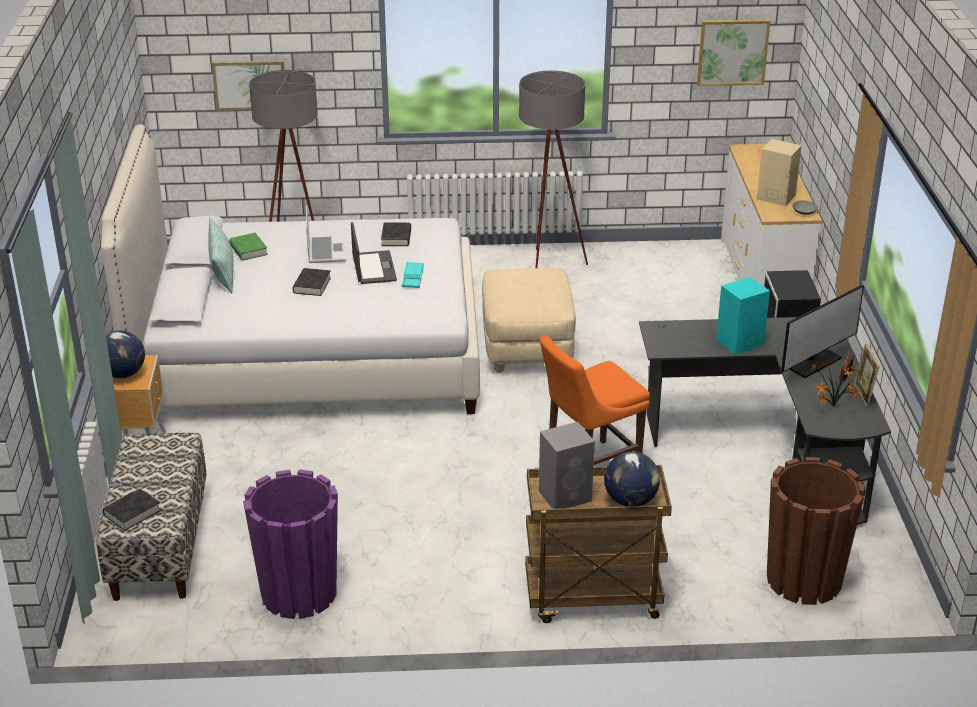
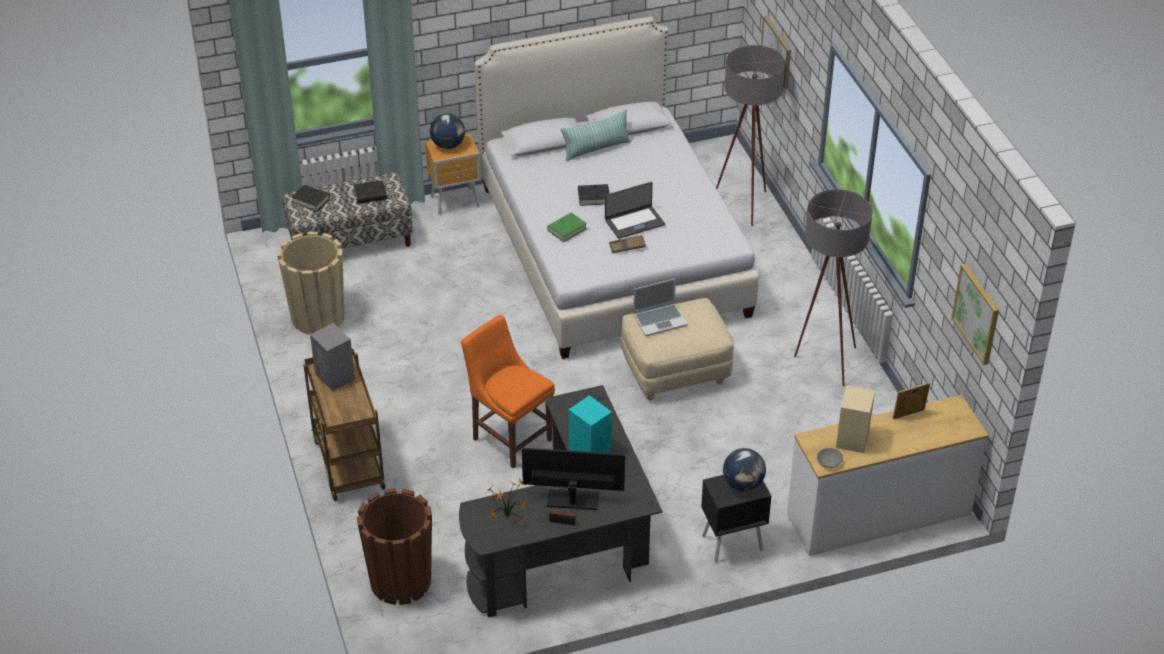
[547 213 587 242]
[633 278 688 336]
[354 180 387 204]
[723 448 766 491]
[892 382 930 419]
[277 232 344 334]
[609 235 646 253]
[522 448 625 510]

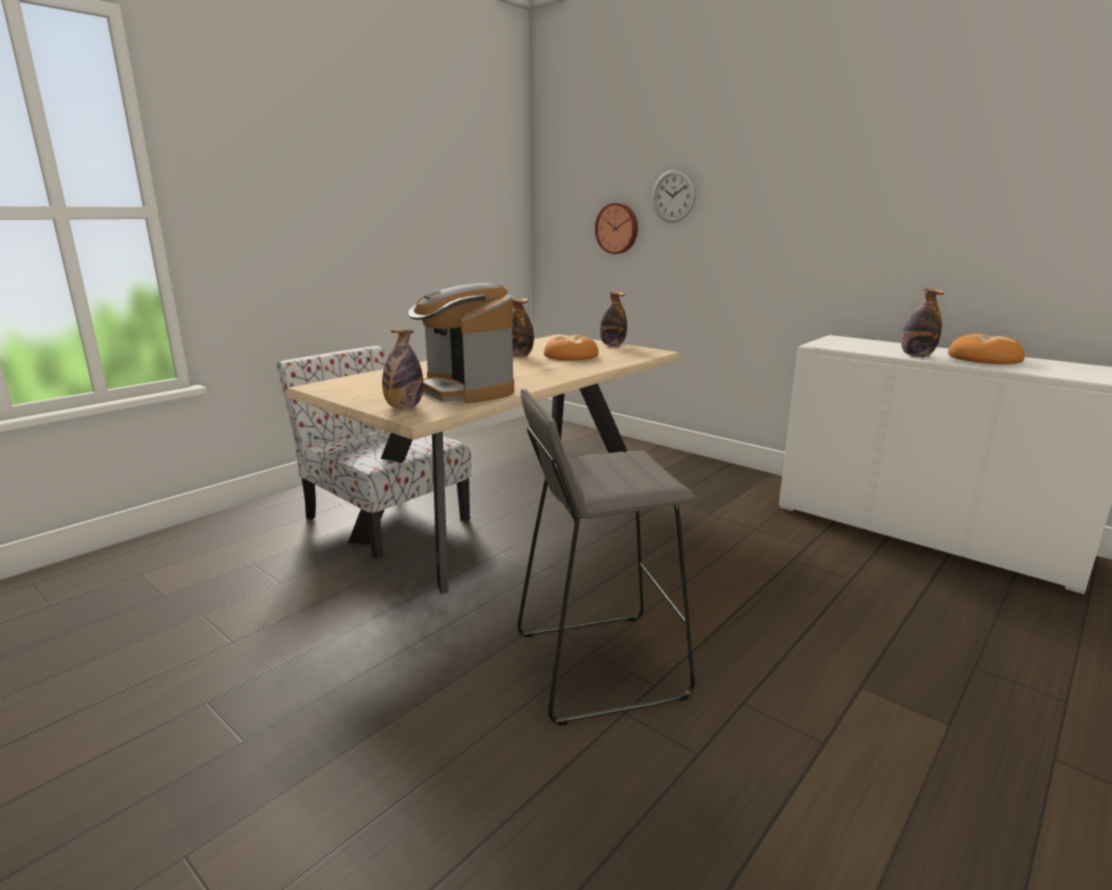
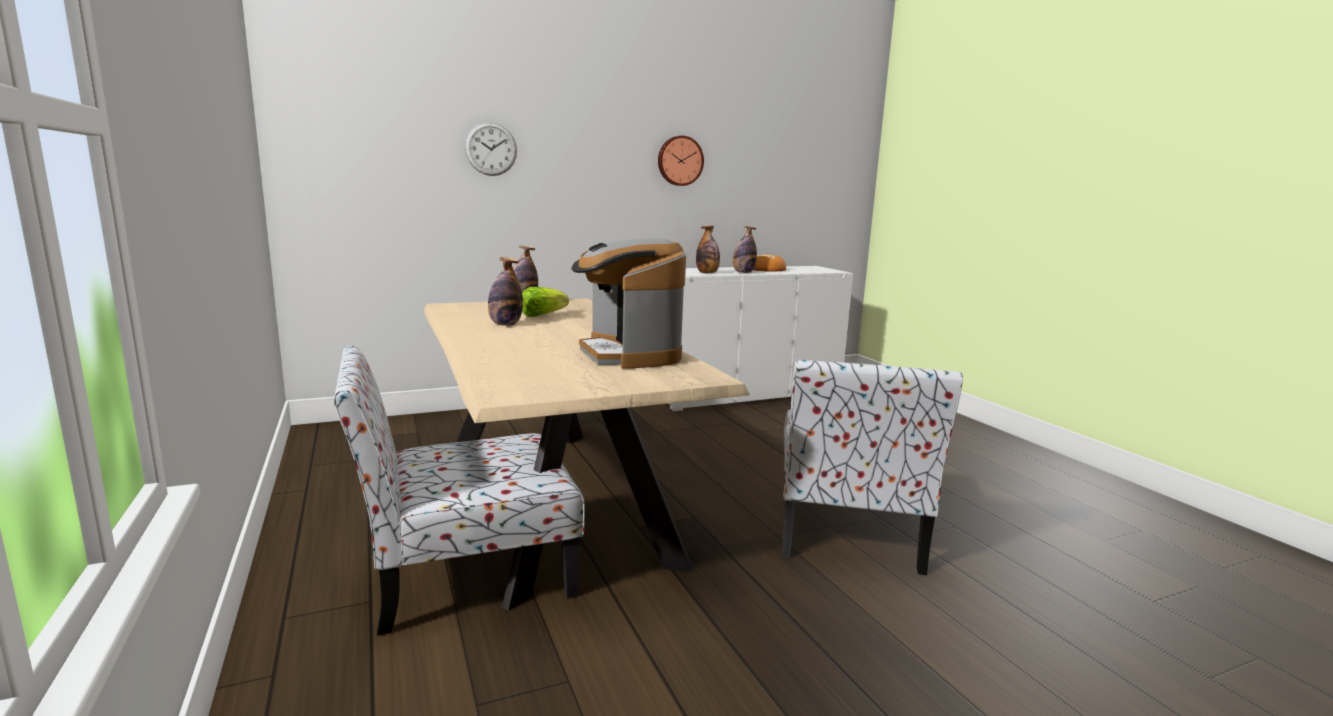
[696 226 720 273]
[658 136 704 186]
[782 359 963 575]
[522 287 569 317]
[571 238 686 369]

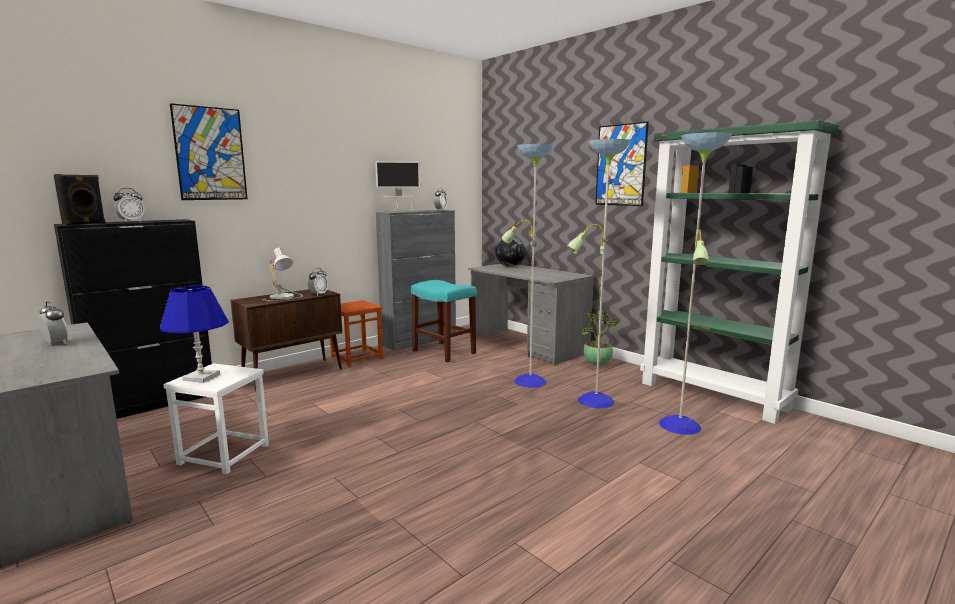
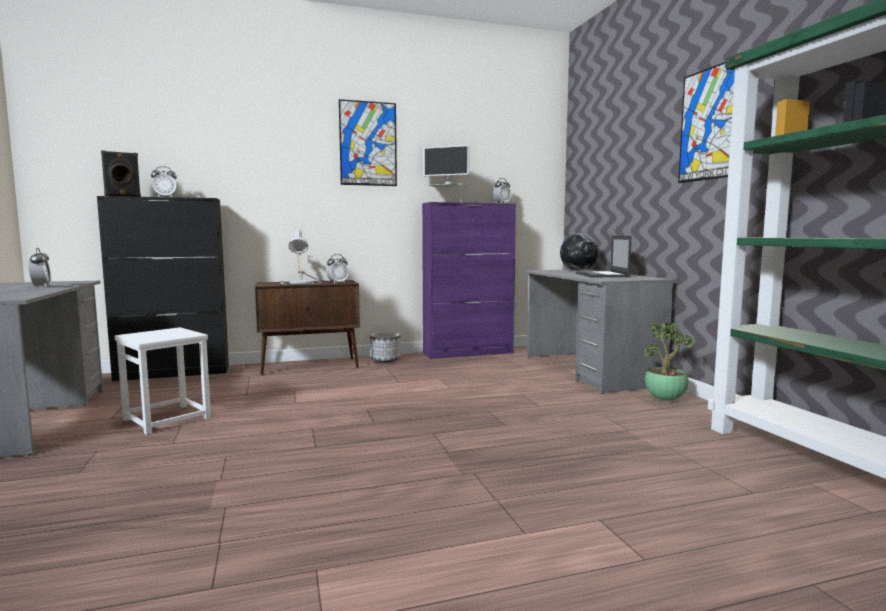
[160 286 229 383] (first image)
[411 280 477 363] (first image)
[502 132 732 435] (first image)
[576 236 631 277]
[339 99 397 186]
[370 332 401 362]
[422 202 516 359]

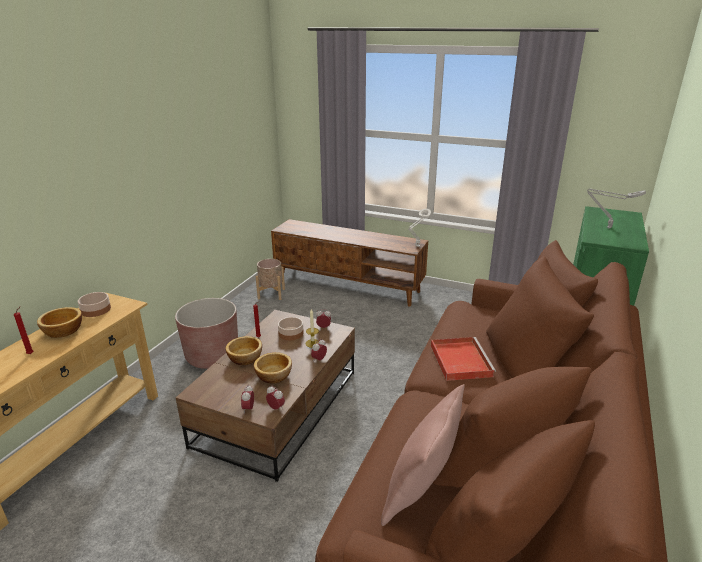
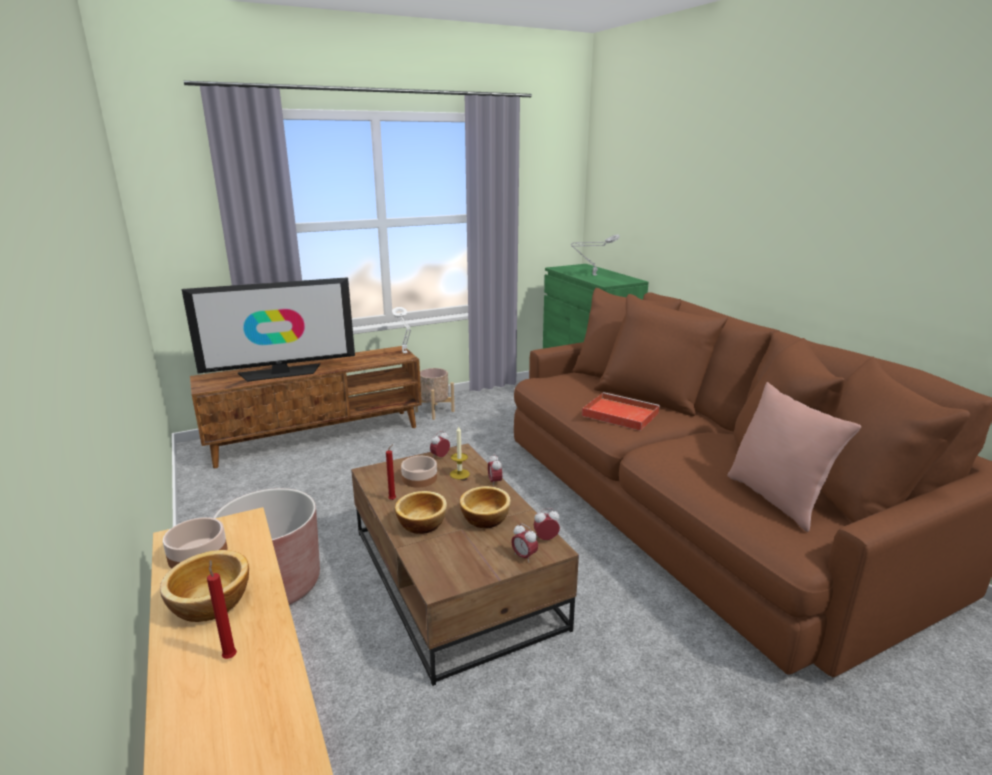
[182 277 355 382]
[415 368 455 420]

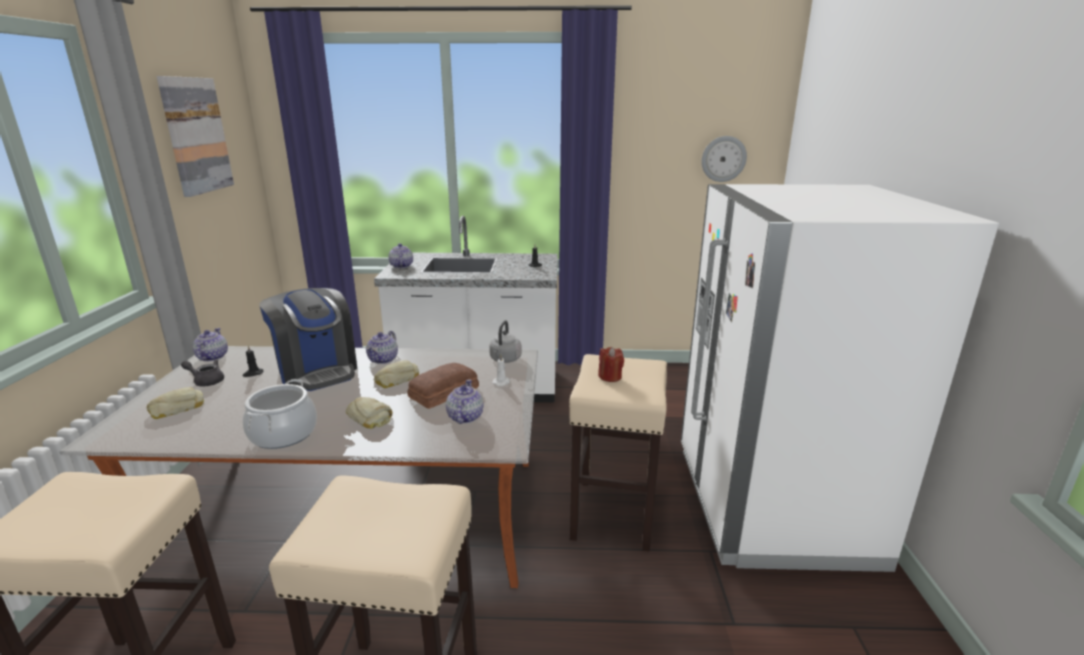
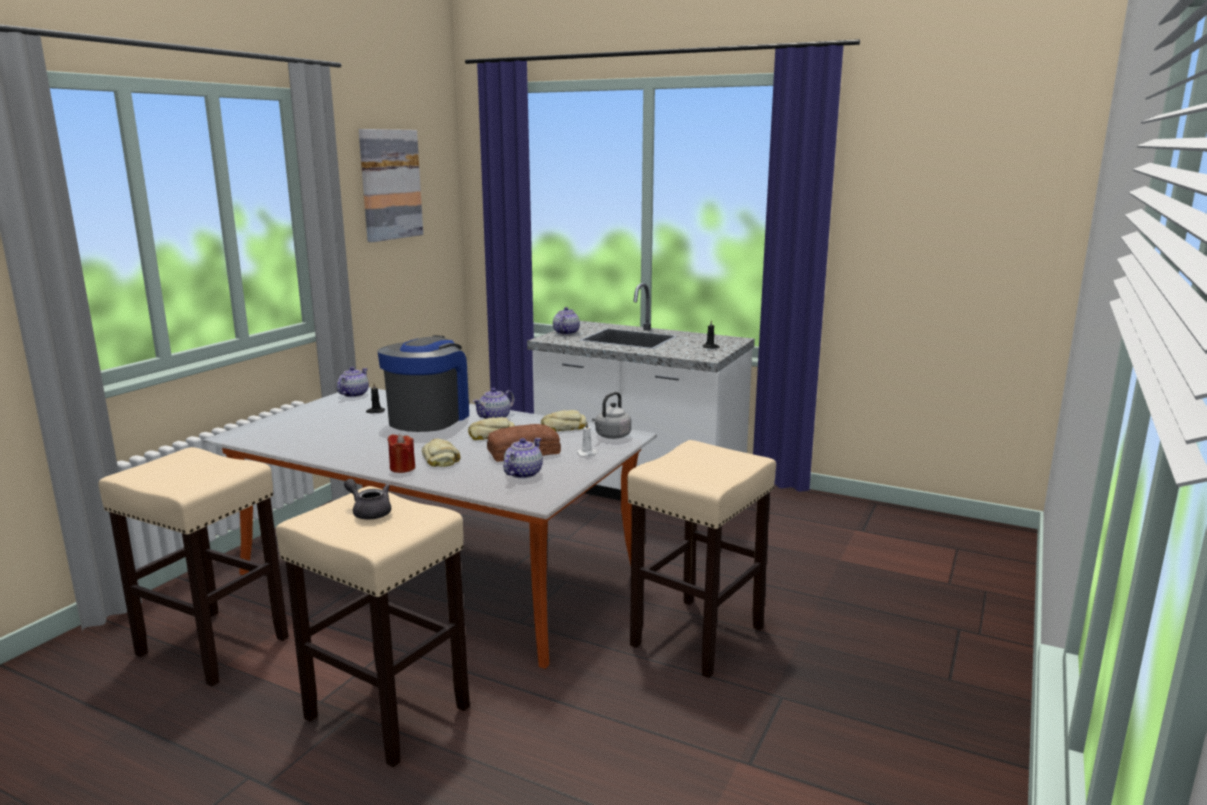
[242 379 317 449] (first image)
[681 184 999 572] (first image)
[701 136 747 182] (first image)
[541 410 586 431]
[344 479 391 519]
[388 434 415 473]
[377 335 469 432]

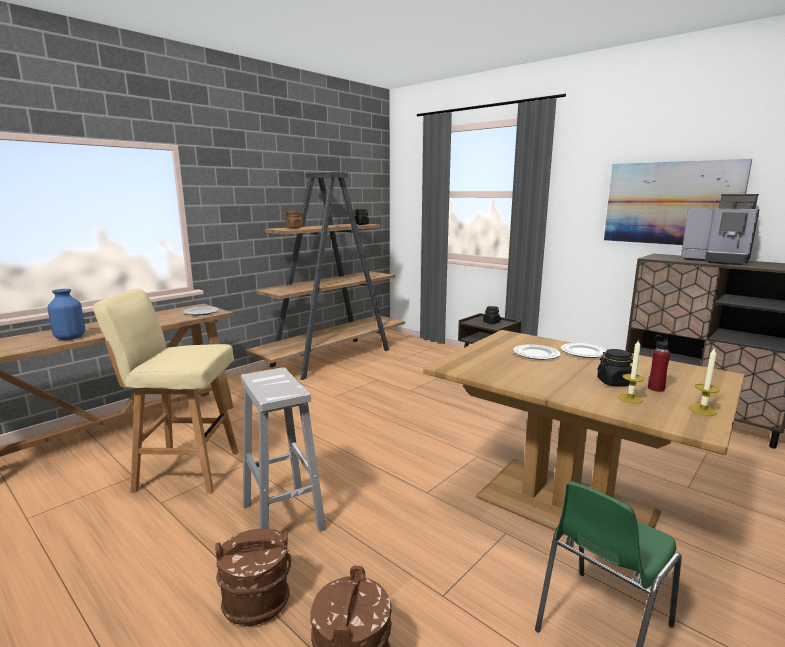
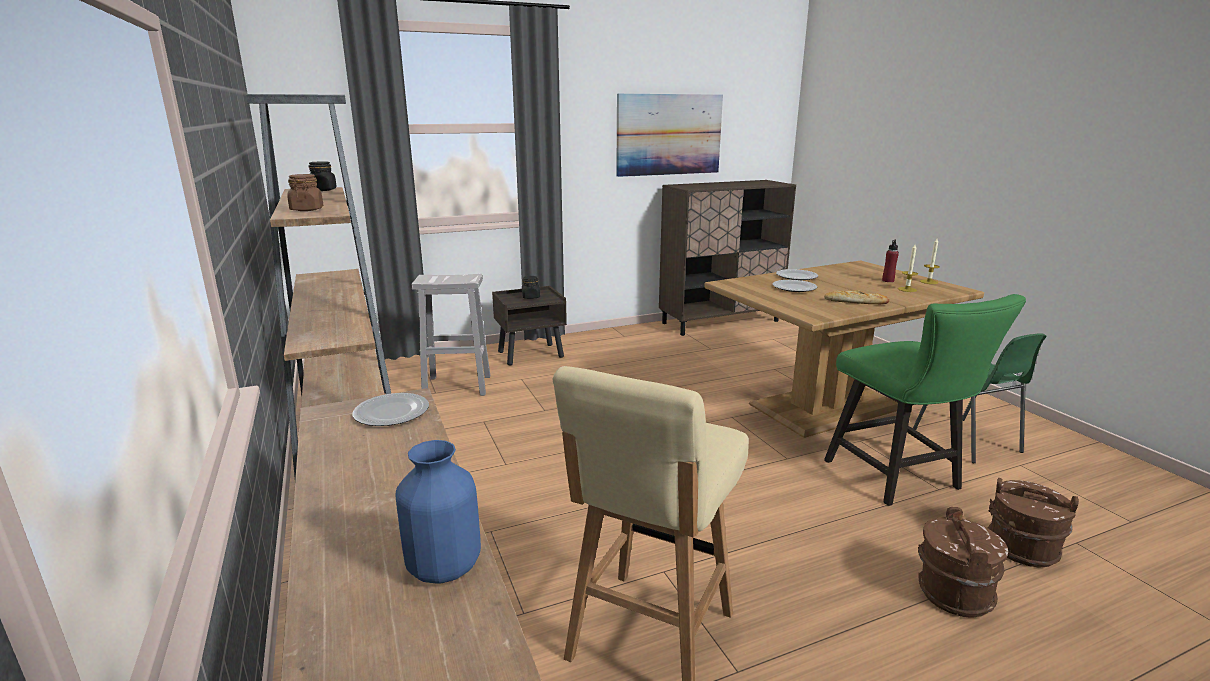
[597 349 634 386] (first image)
[681 194 760 265] (first image)
[824 290 889 304]
[824 294 1026 506]
[412 274 490 396]

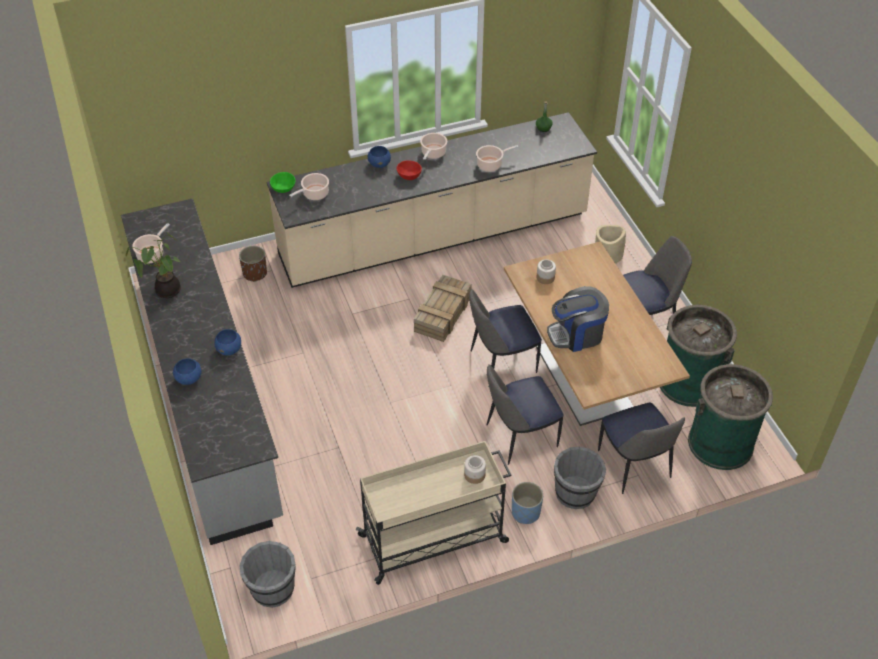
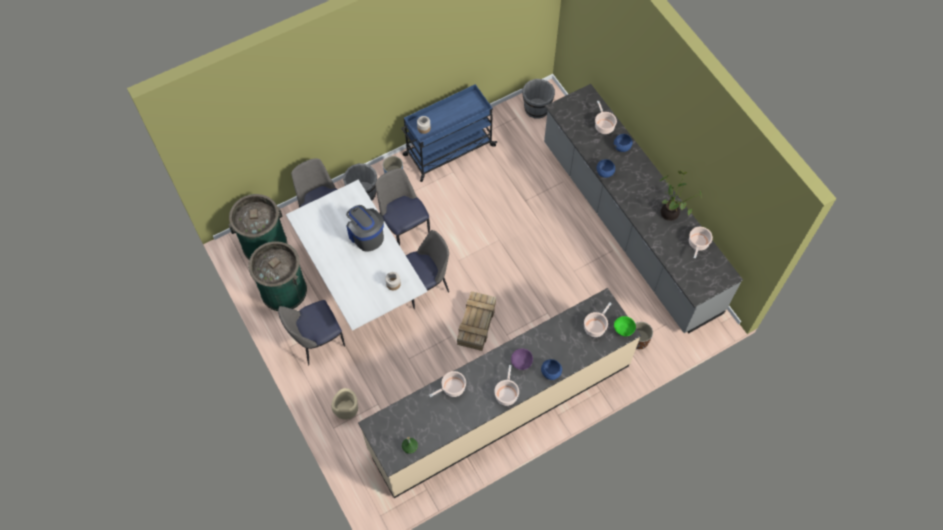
[595 101 617 134]
[401 84 497 182]
[511 348 533 370]
[286 179 427 331]
[375 168 430 246]
[346 205 384 252]

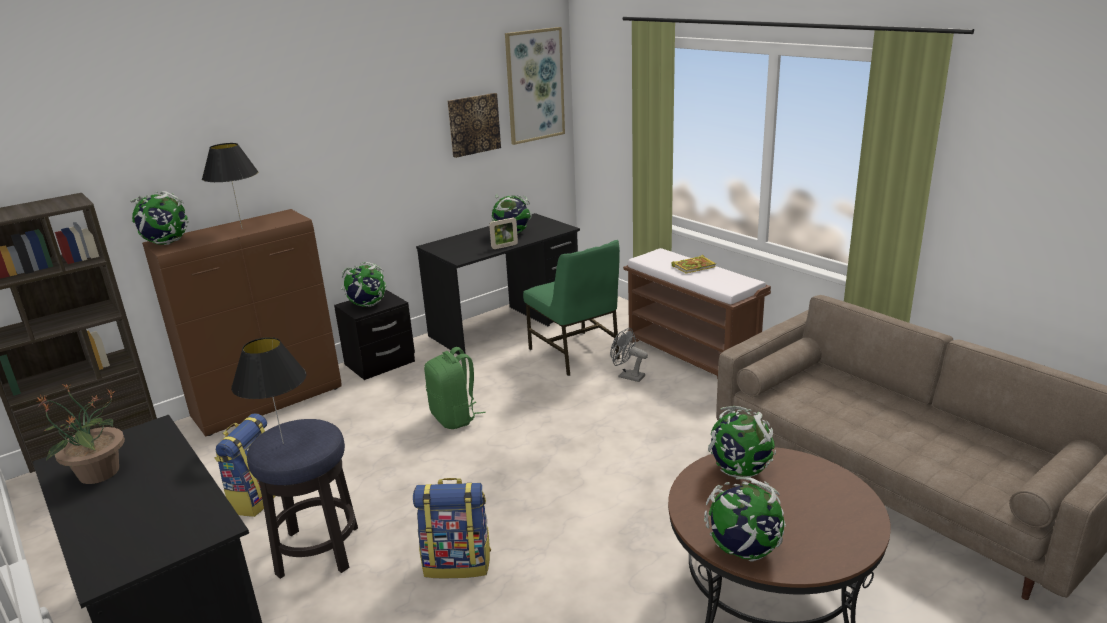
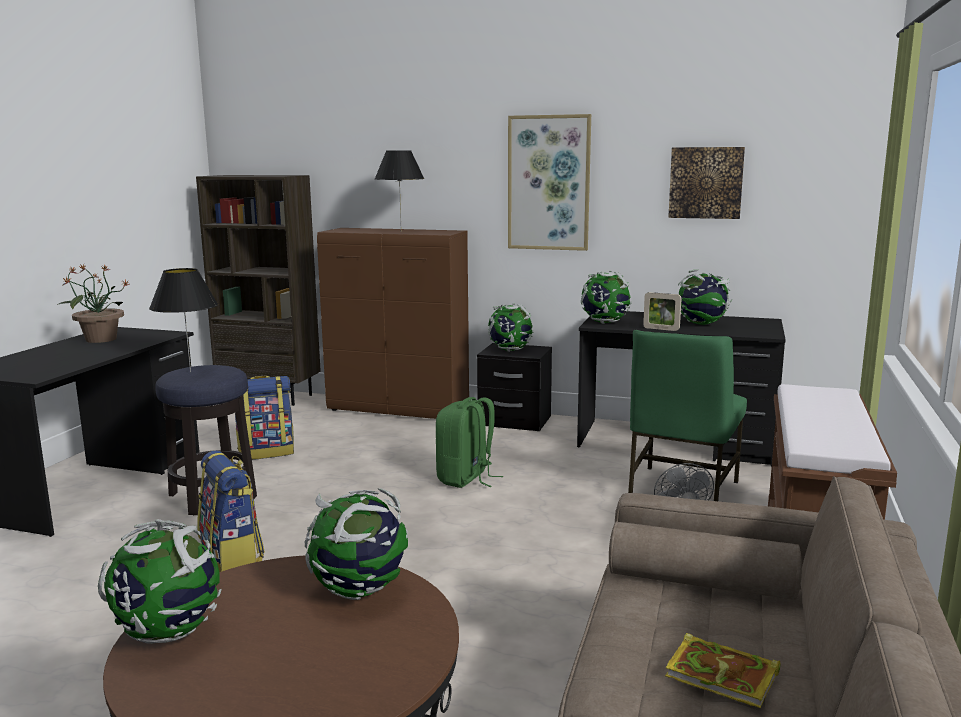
[581 271 632 324]
[508 114 591 251]
[665 633 780 708]

